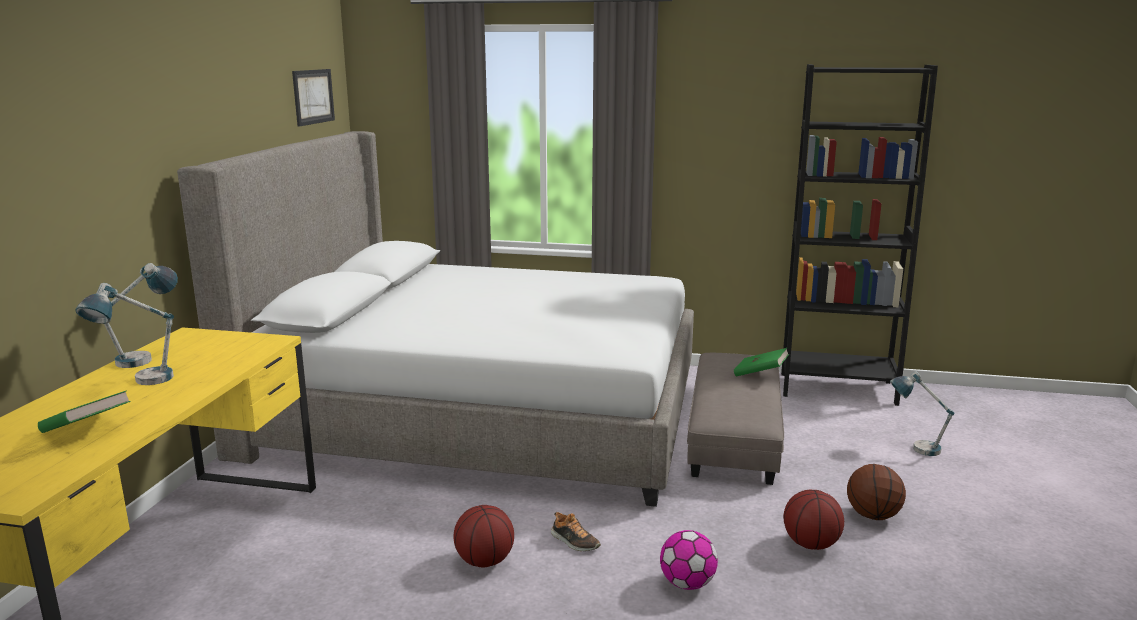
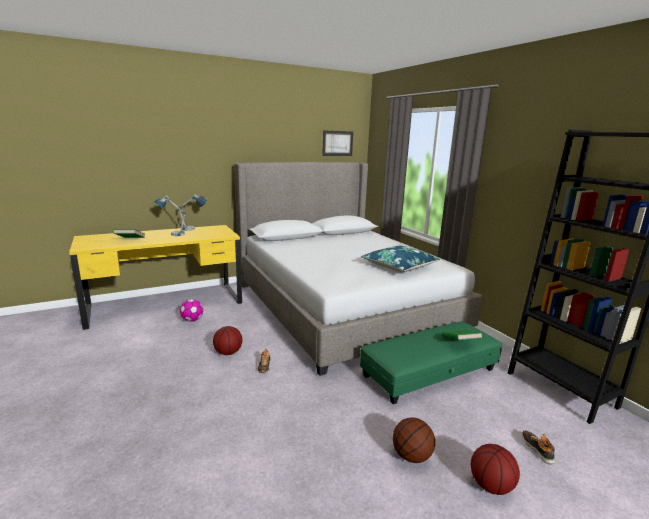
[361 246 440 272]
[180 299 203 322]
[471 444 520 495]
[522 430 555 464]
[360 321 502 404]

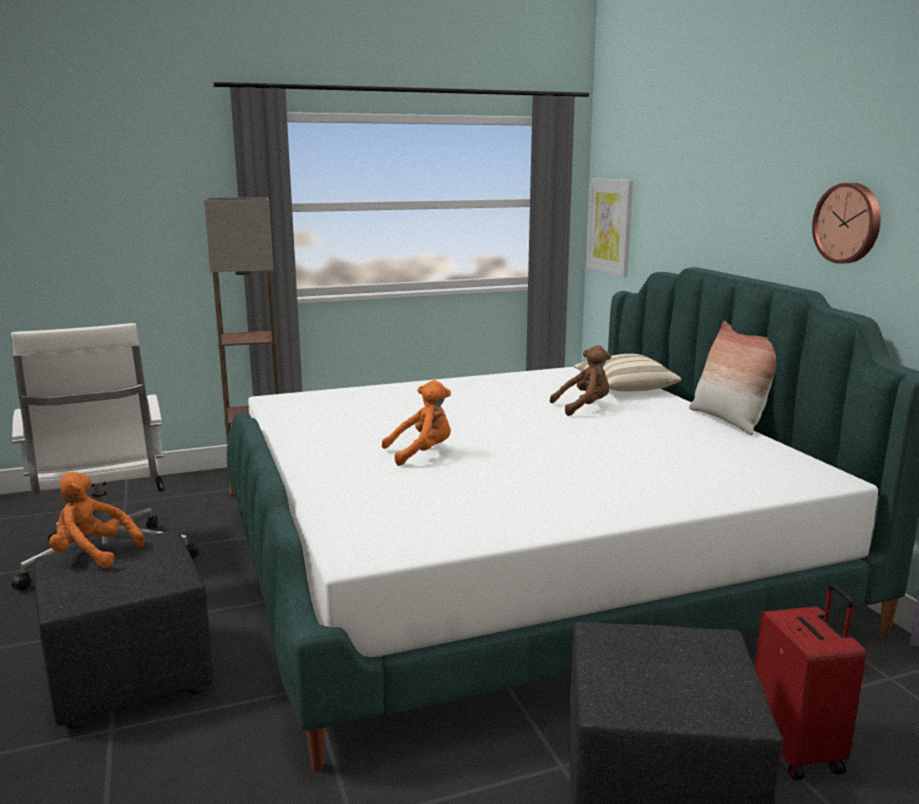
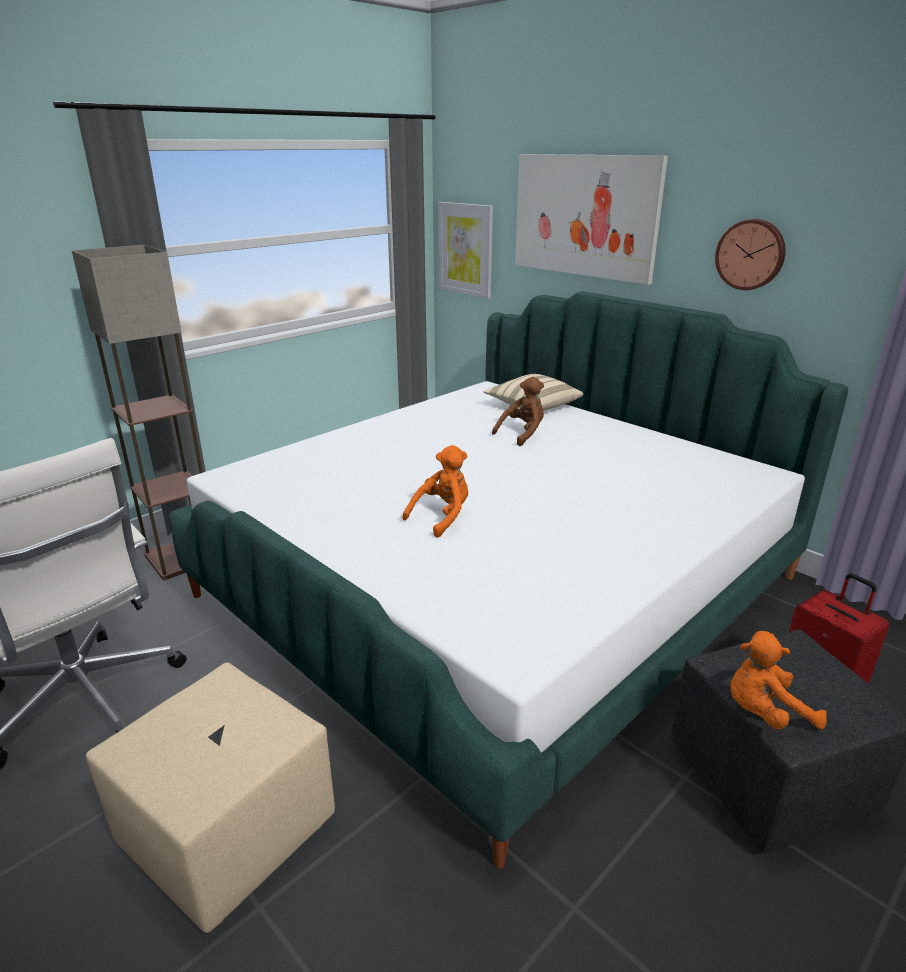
[689 321 776 435] (first image)
[515 154 668 285]
[730 631 827 729]
[86 662 335 933]

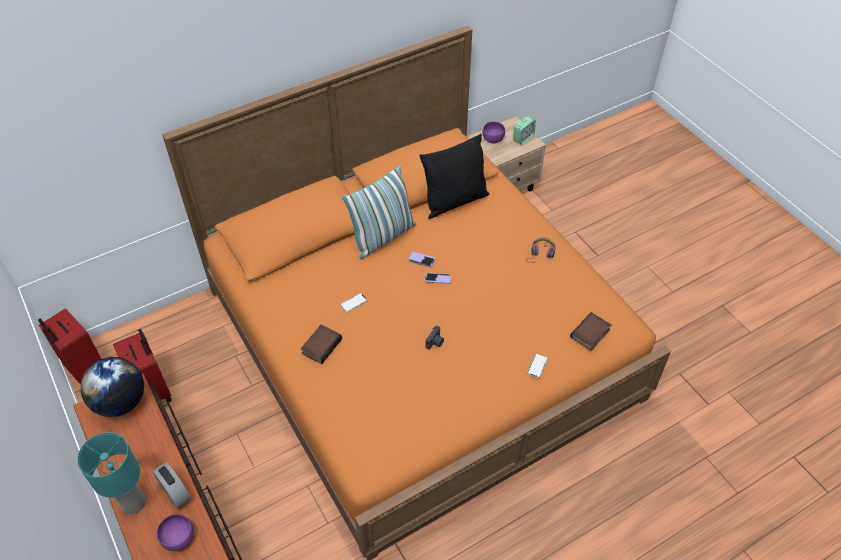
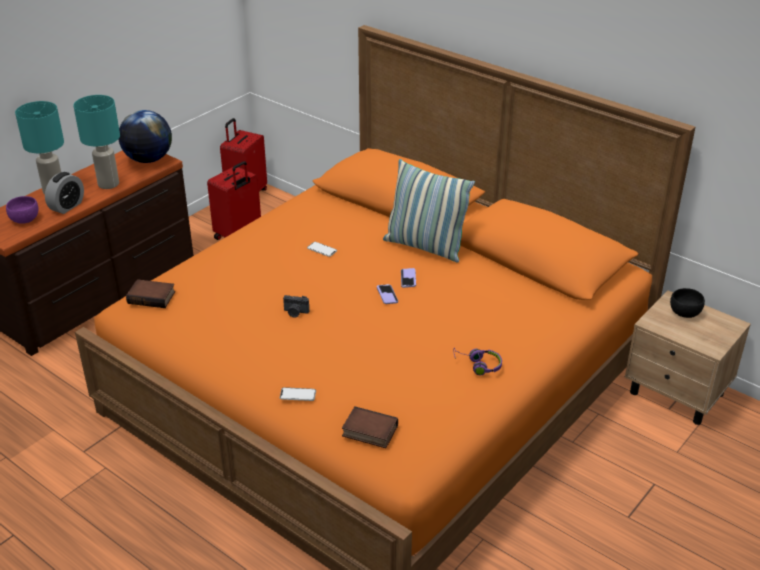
[420 134 489 219] (first image)
[513 116 536 144] (first image)
[73 95 120 189]
[126 279 175 308]
[670 288 705 318]

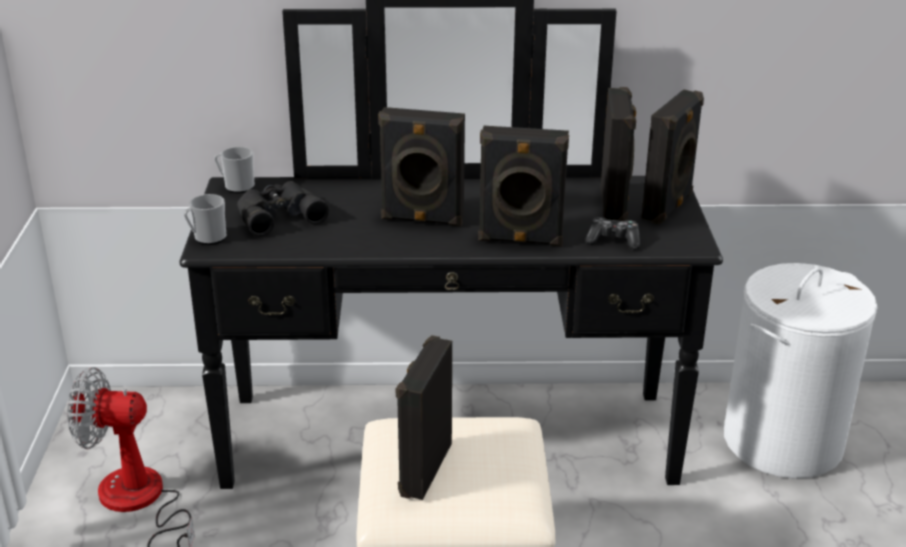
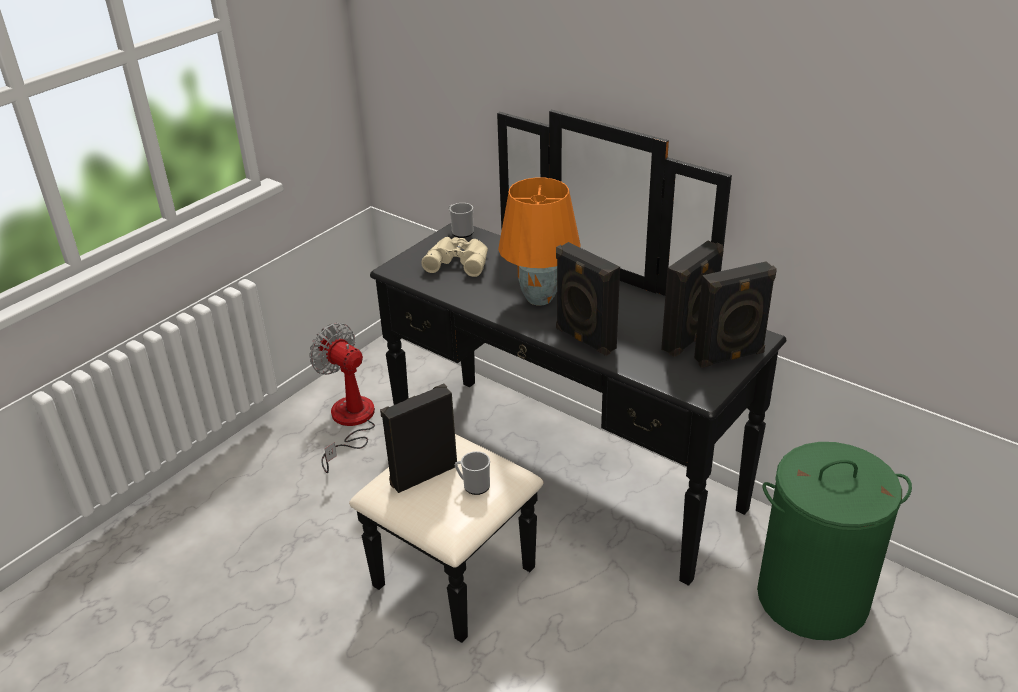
[585 217 640 250] (first image)
[455 451 490 495]
[498 178 580 306]
[421 237 488 277]
[757 442 912 640]

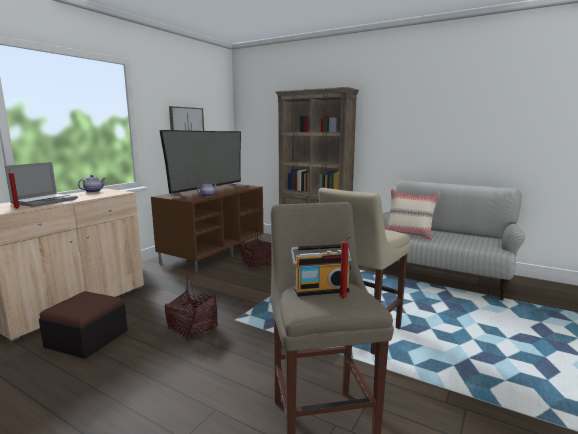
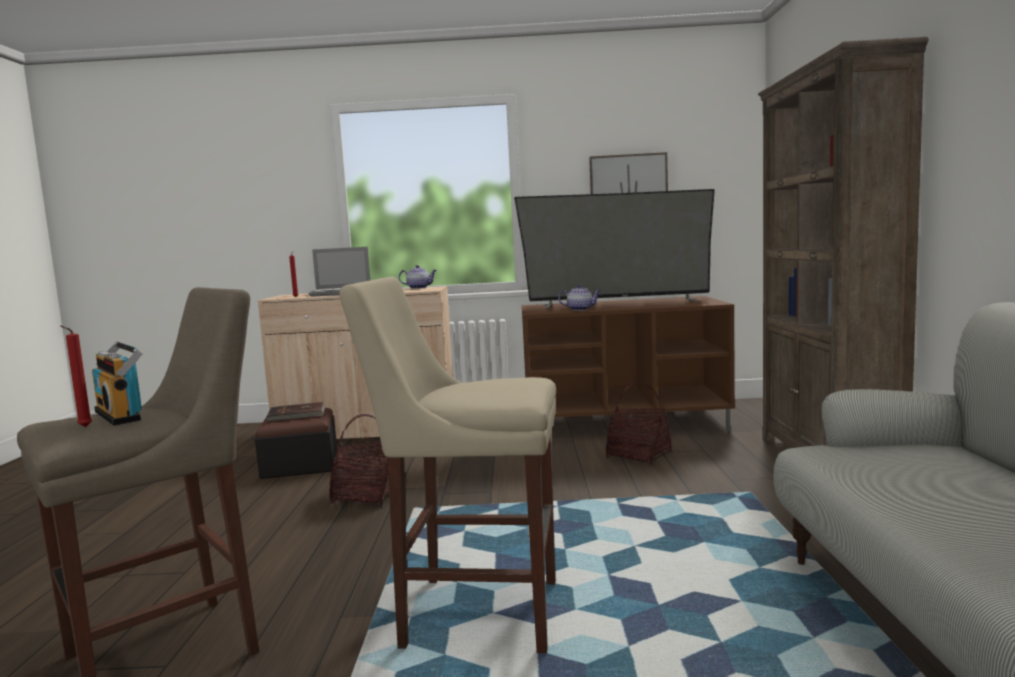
[385 189 440 240] (first image)
[266 402 325 422]

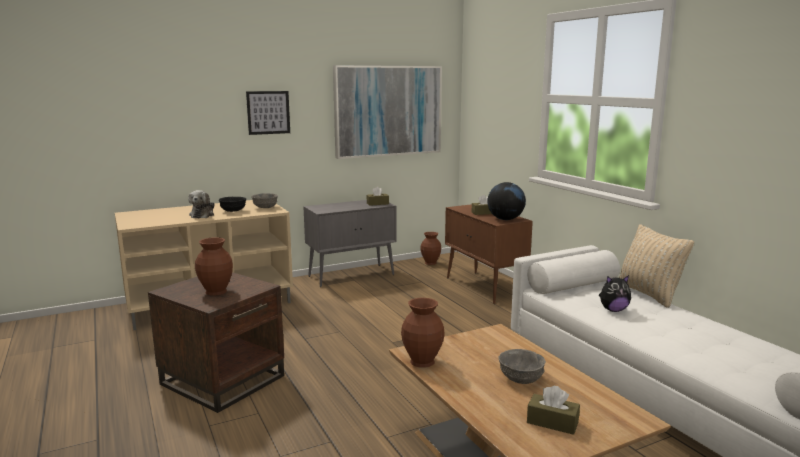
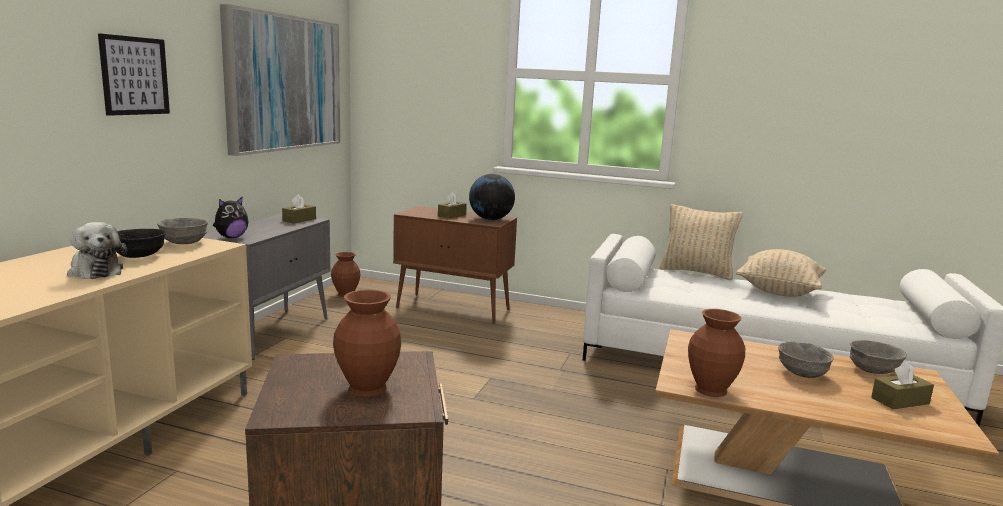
[736 249 826 297]
[850 340 907 374]
[213 197 249 238]

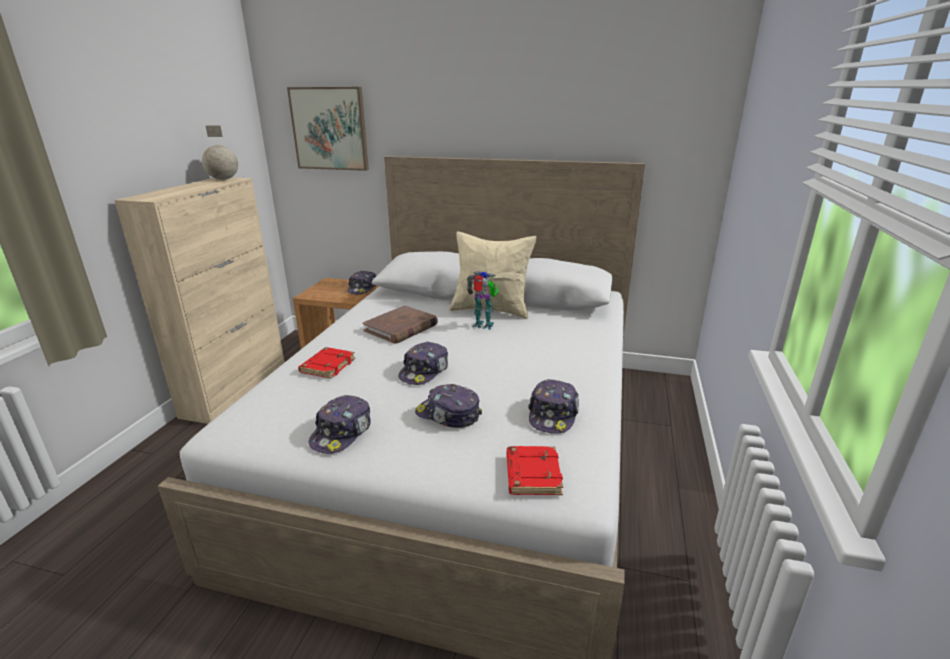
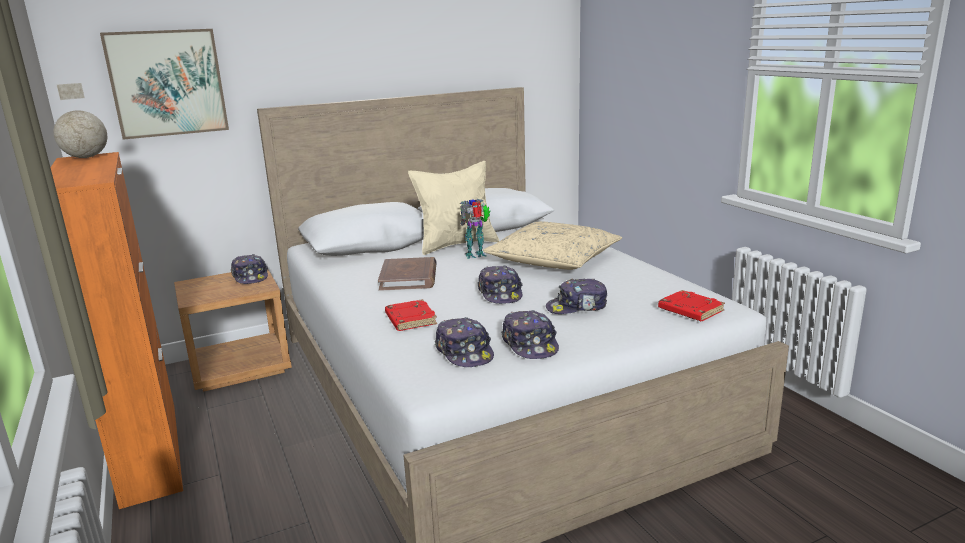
[483 222 622 270]
[435 317 494 367]
[51 152 183 509]

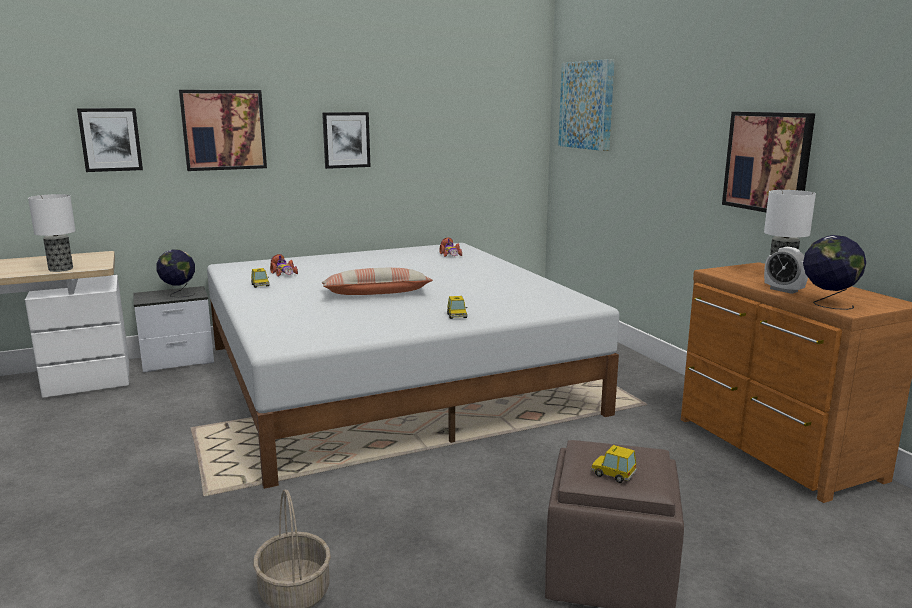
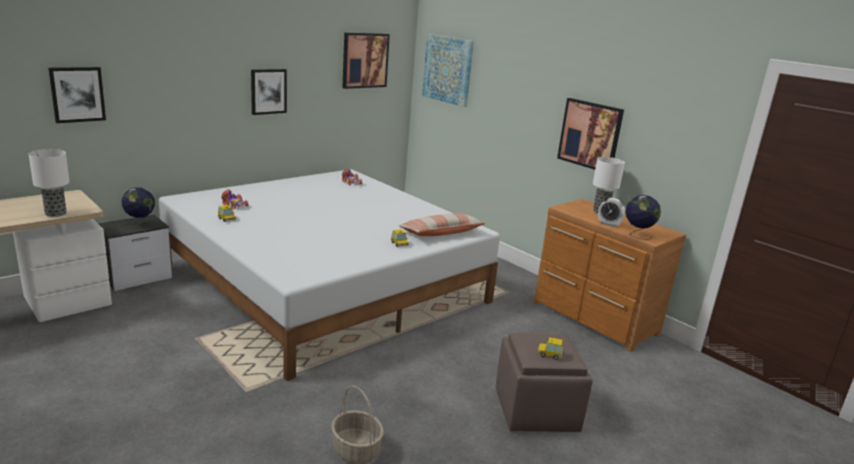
[342 33 390 89]
[398 213 486 236]

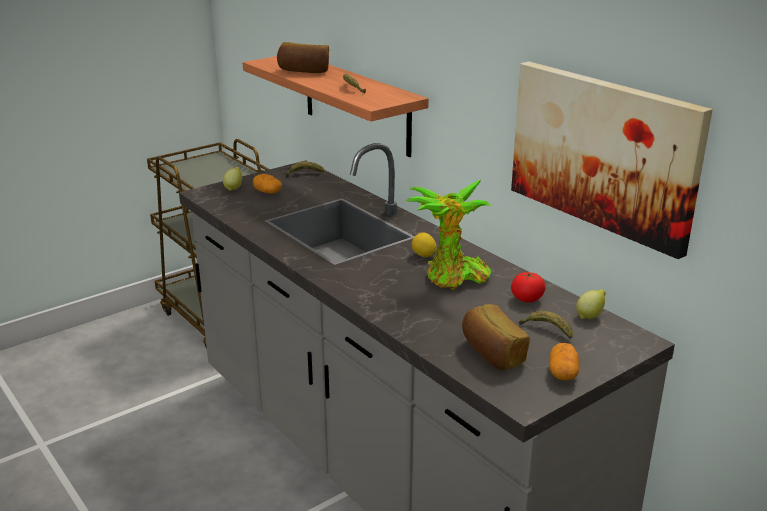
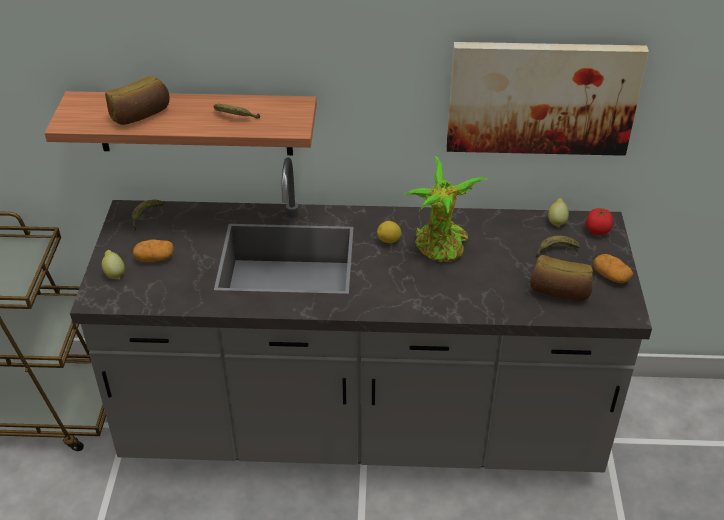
[586 208 613 235]

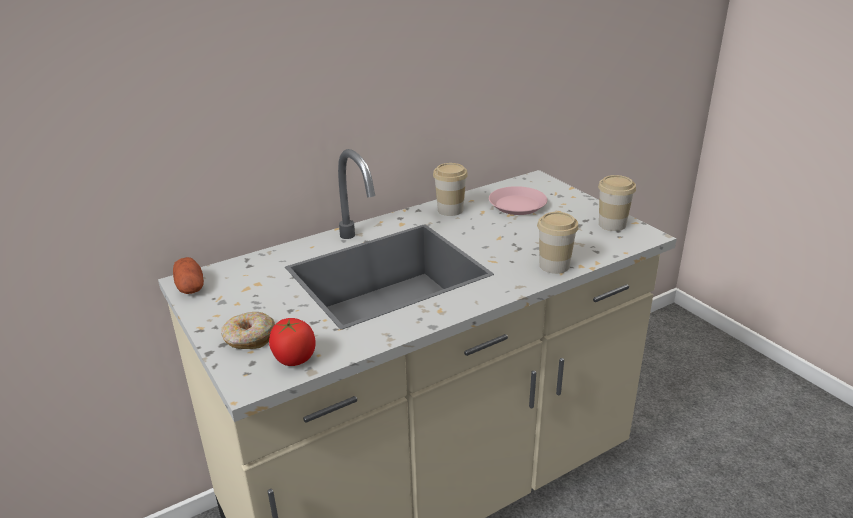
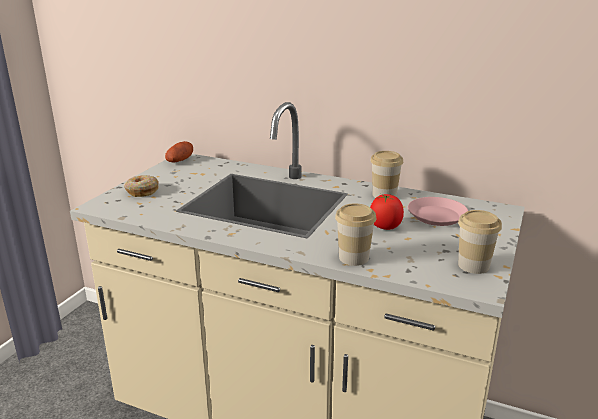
[370 194 404 230]

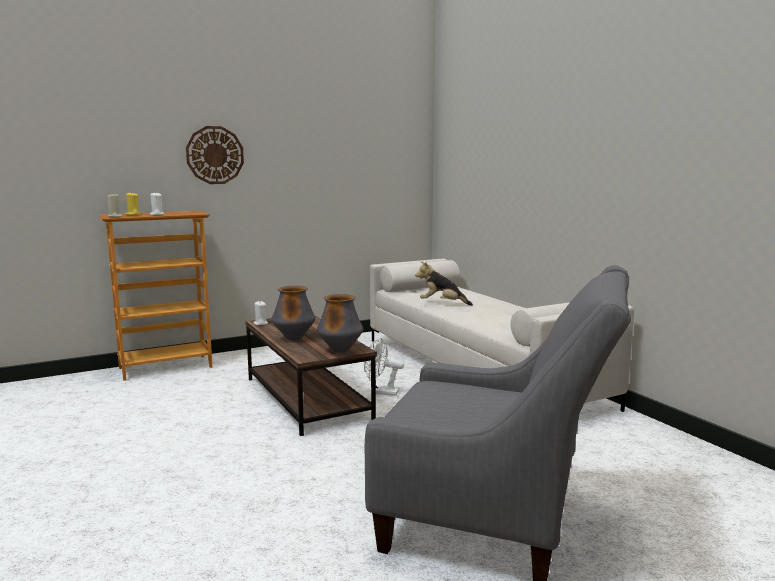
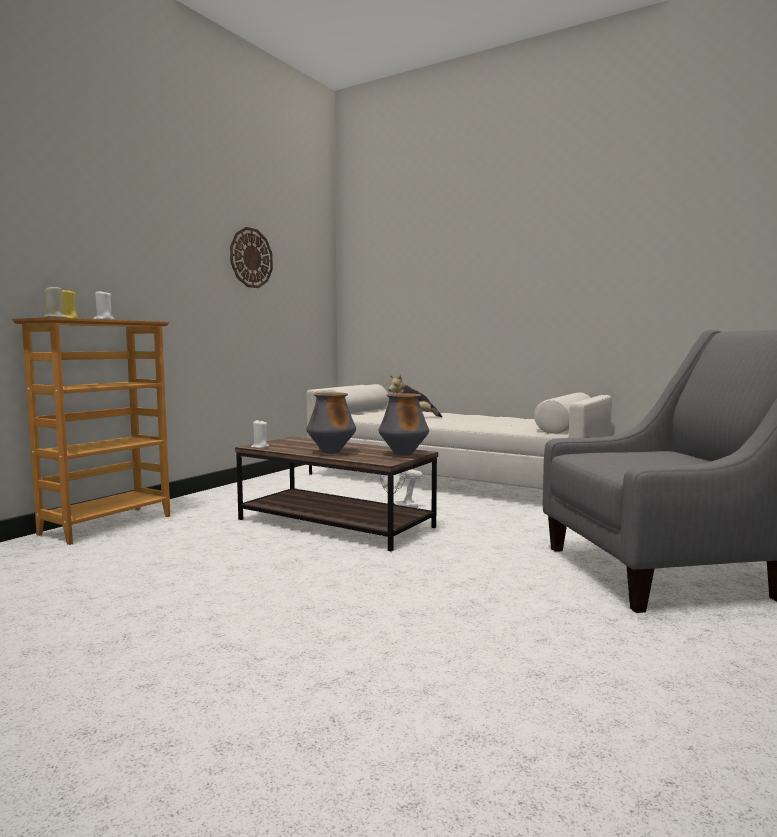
[230 227 273 288]

